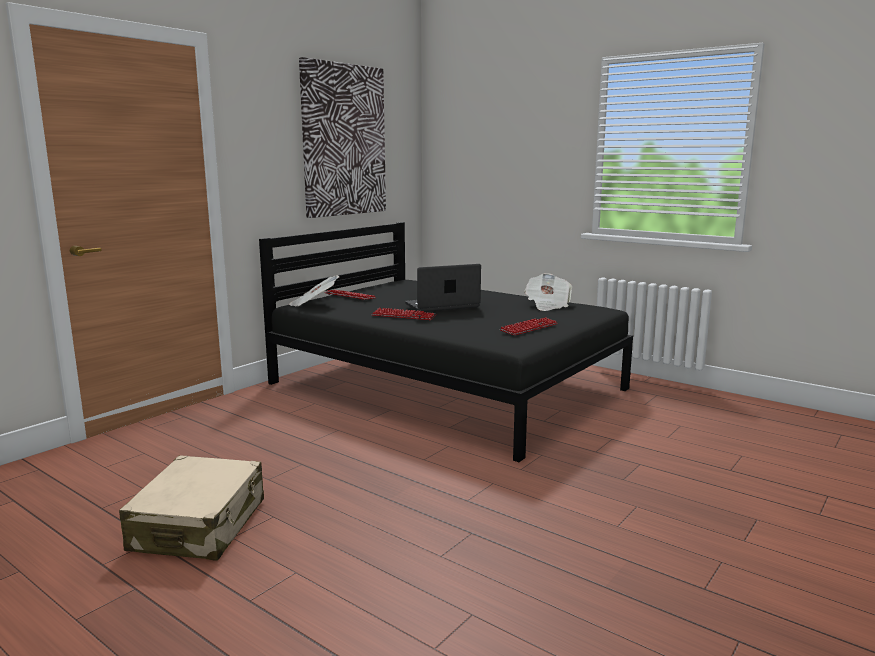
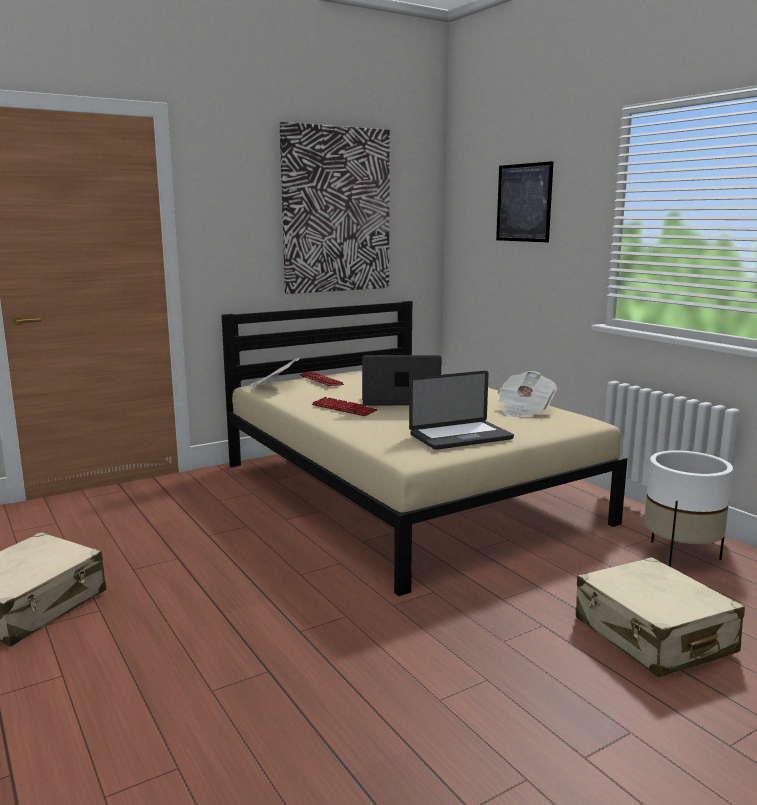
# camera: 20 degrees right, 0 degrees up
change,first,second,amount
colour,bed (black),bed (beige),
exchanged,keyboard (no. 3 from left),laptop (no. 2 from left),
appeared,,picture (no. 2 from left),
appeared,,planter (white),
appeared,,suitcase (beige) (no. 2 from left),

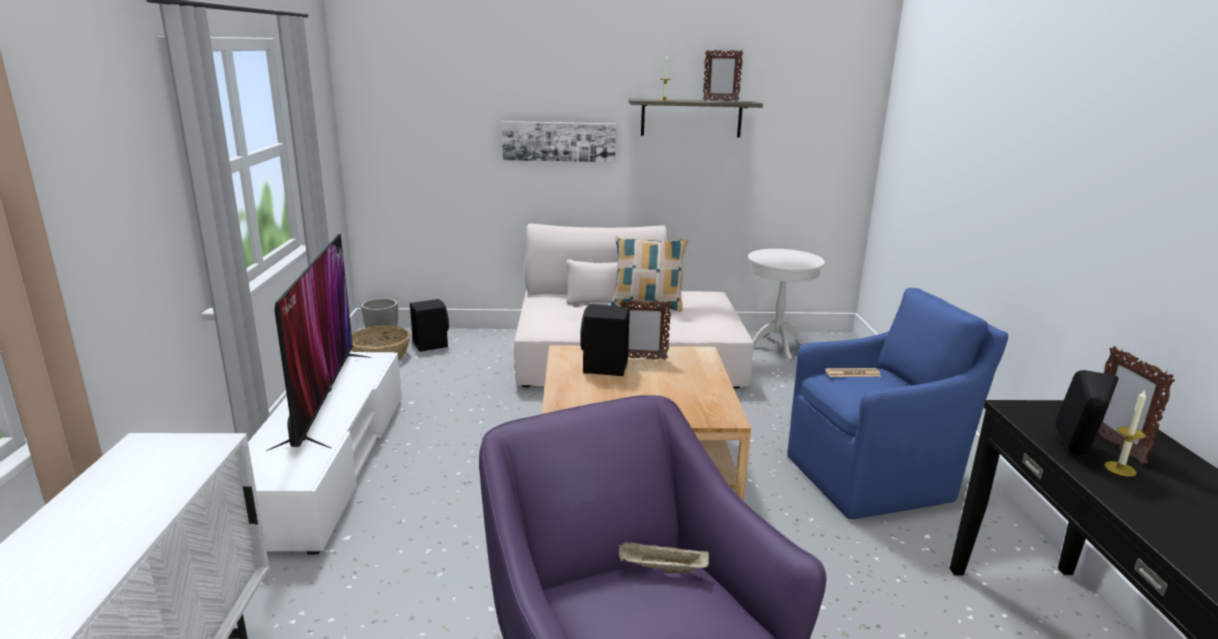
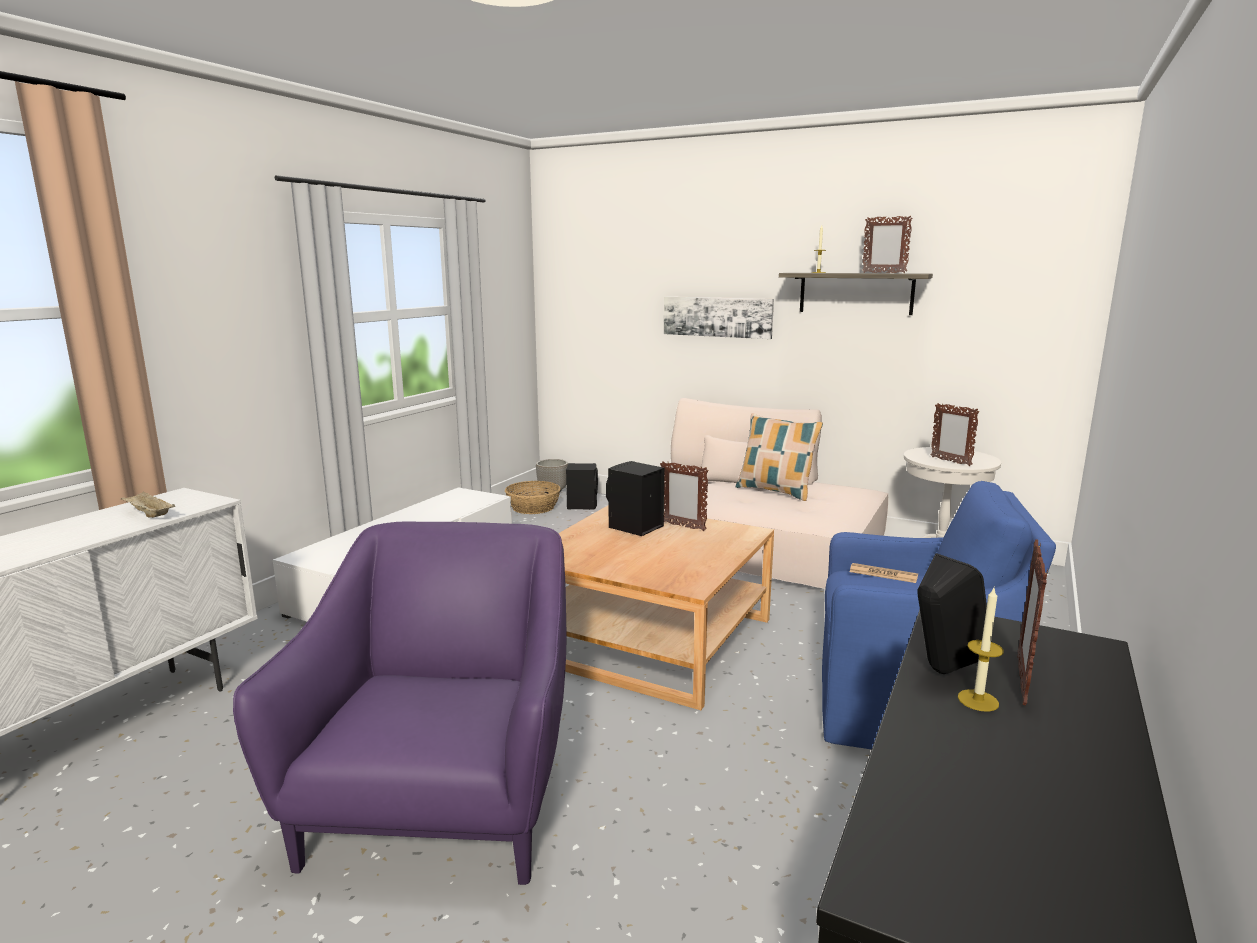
# camera: 30 degrees right, 5 degrees down
change,first,second,amount
missing,television,,
relocated,tray (beige),,
appeared,,picture frame (no. 3 from left),

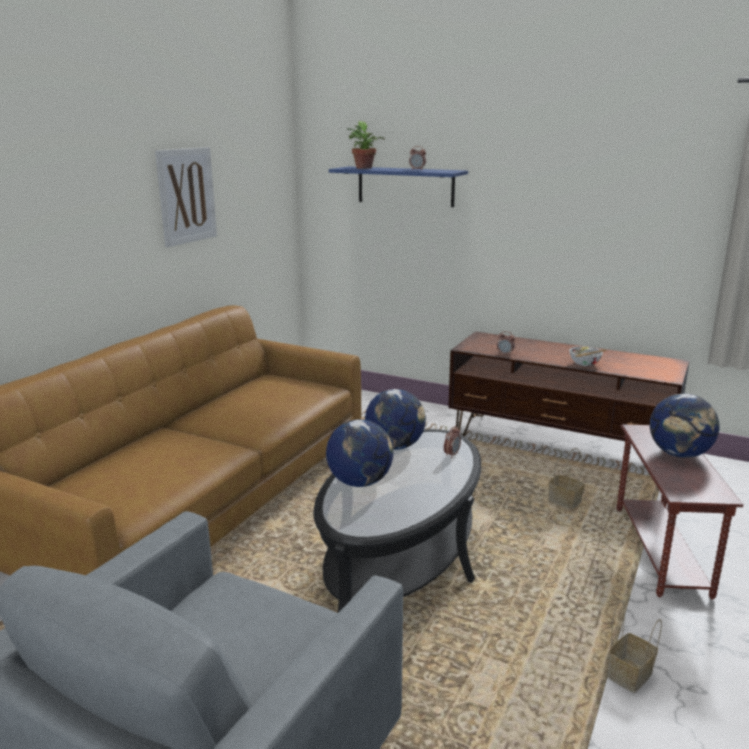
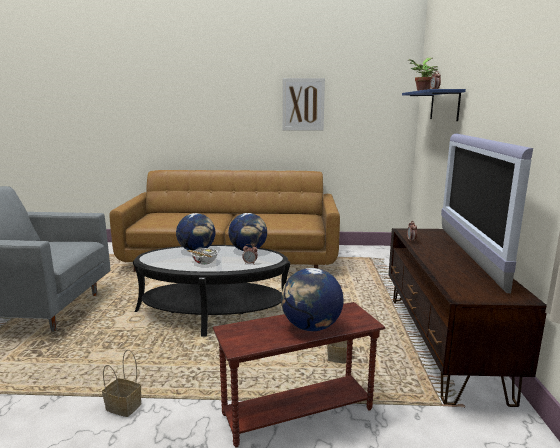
# camera: 65 degrees right, 5 degrees down
change,first,second,amount
relocated,bowl,,
appeared,,television,

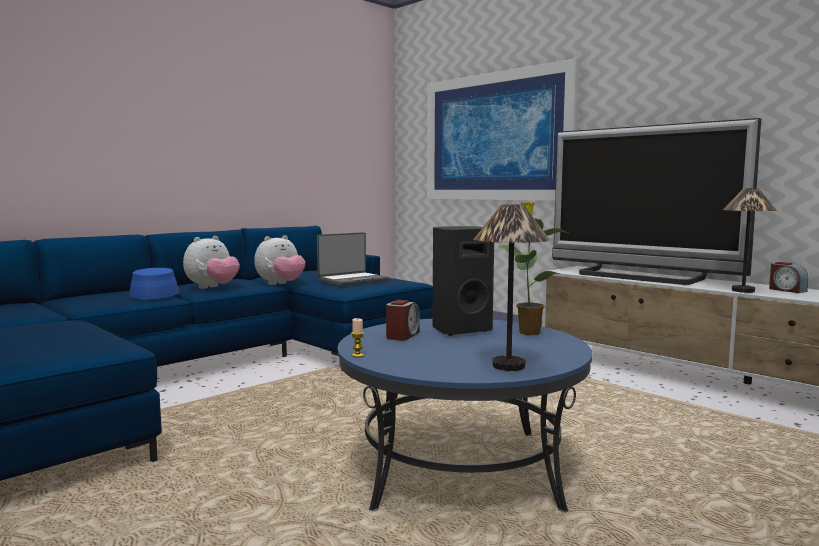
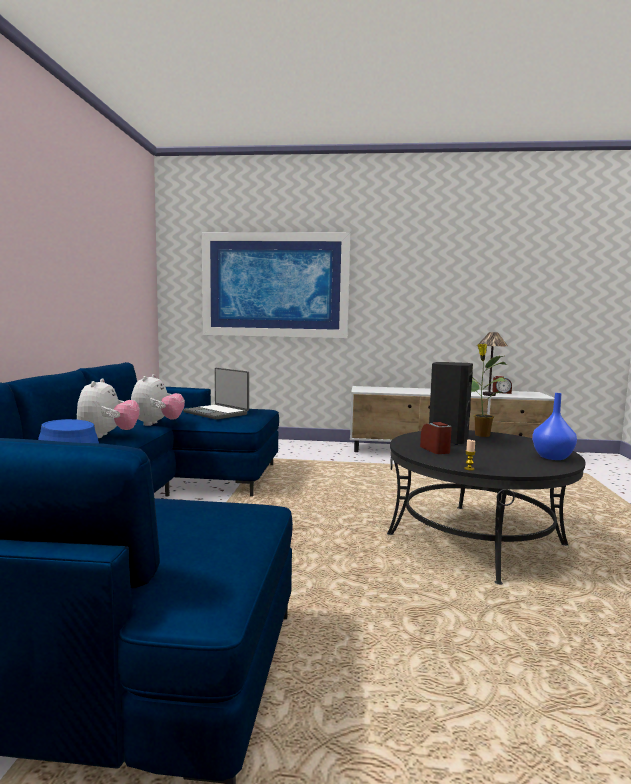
# camera: 40 degrees left, 0 degrees up
change,first,second,amount
missing,television,,
exchanged,table lamp (no. 1 from left),vase (blue),
spun,laptop,,120 degrees clockwise
colour,coffee table (blue),coffee table (black),

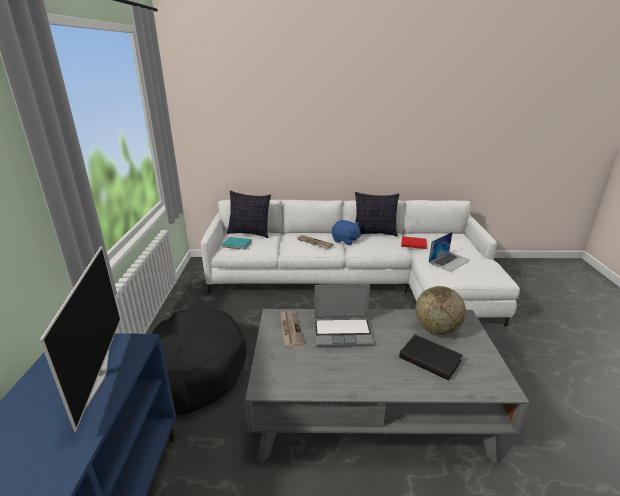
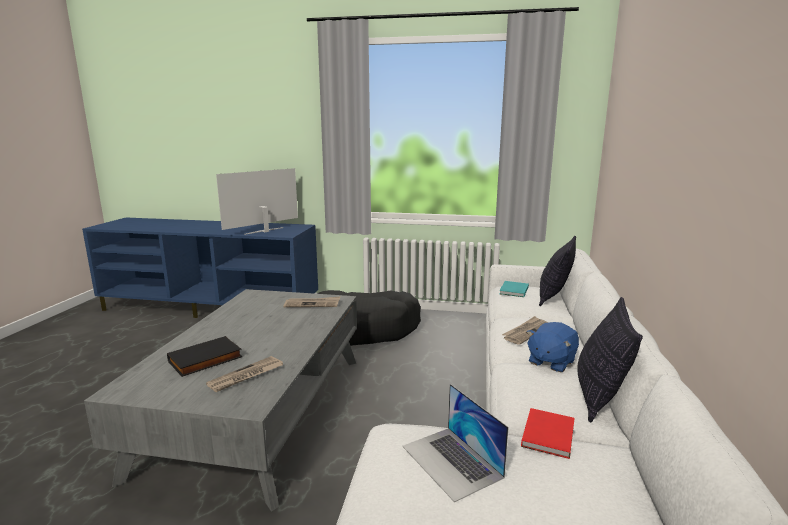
# camera: 100 degrees right, 10 degrees down
change,first,second,amount
spun,television,,135 degrees clockwise
missing,laptop (no. 1 from left),,
exchanged,globe,newspaper (no. 1 from left),

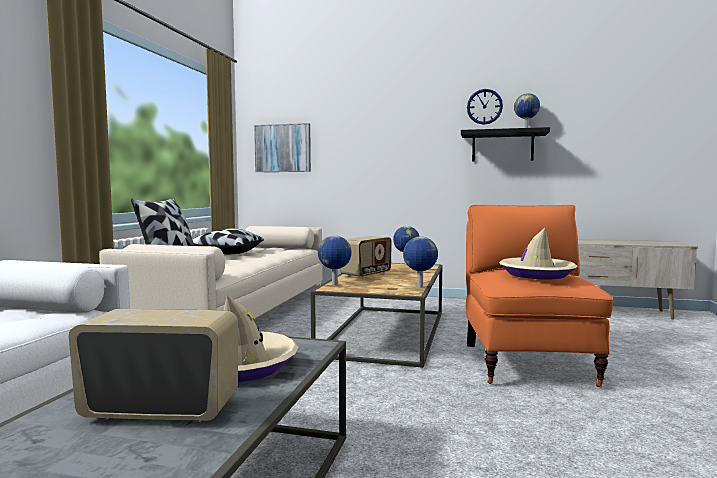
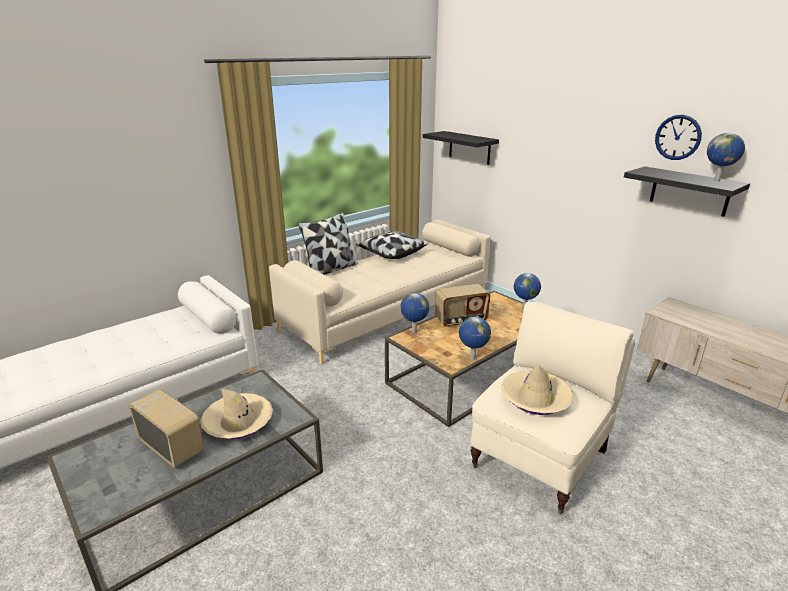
# camera: 35 degrees right, 20 degrees up
change,first,second,amount
exchanged,picture,shelf (black) (no. 1 from left),
colour,armchair (orange),armchair (beige),

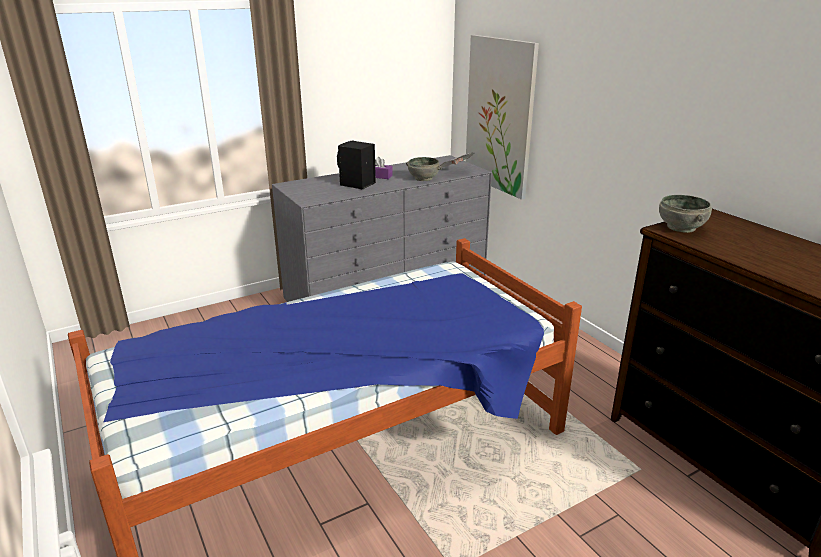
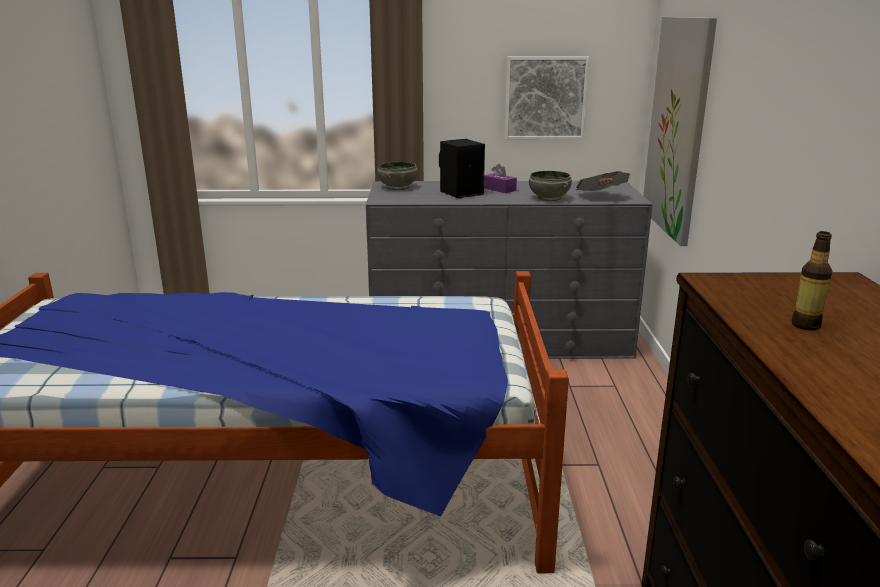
# camera: 30 degrees right, 5 degrees down
change,first,second,amount
relocated,bowl (grey) (no. 2 from left in the first image),bowl (grey) (no. 1 from left),
appeared,,picture (no. 1 from left),
appeared,,bottle,

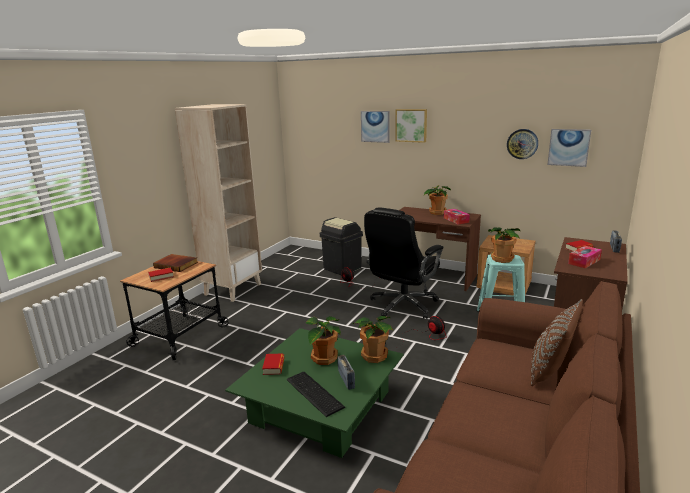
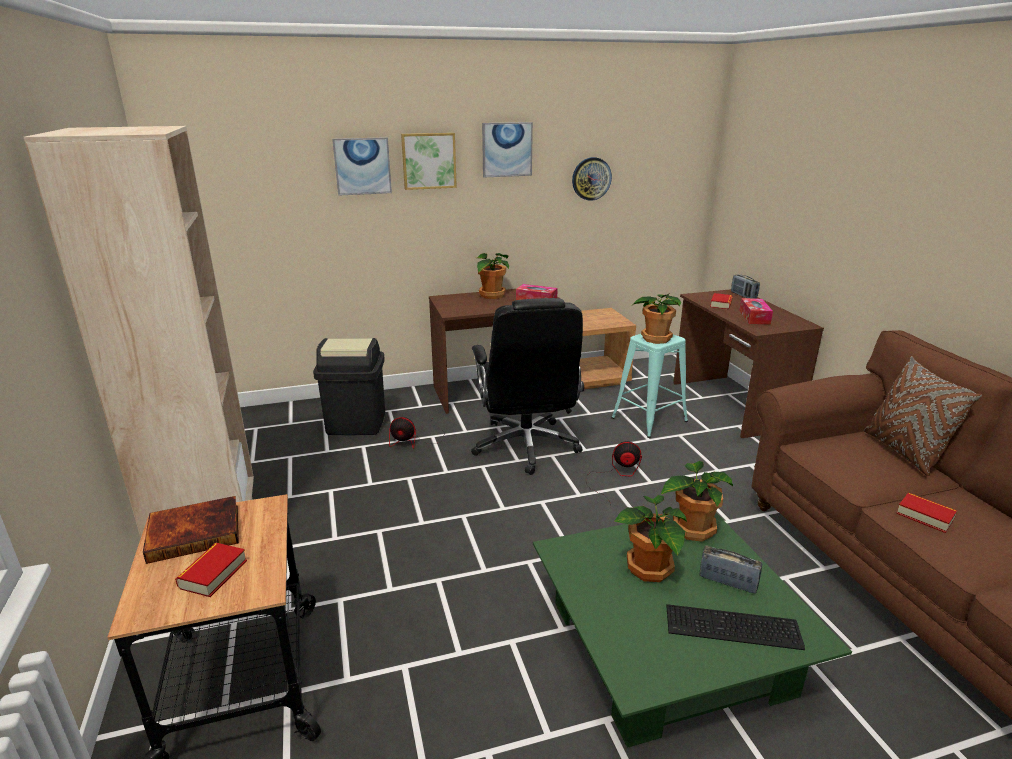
# camera: 45 degrees left, 5 degrees up
change,first,second,amount
relocated,picture (no. 3 from left),,
relocated,book (no. 3 from left in the first image),book (no. 4 from left),

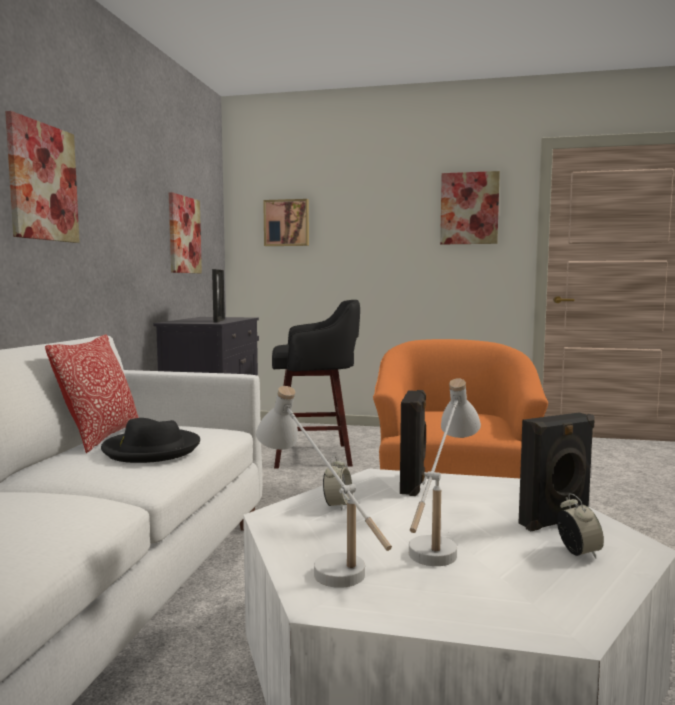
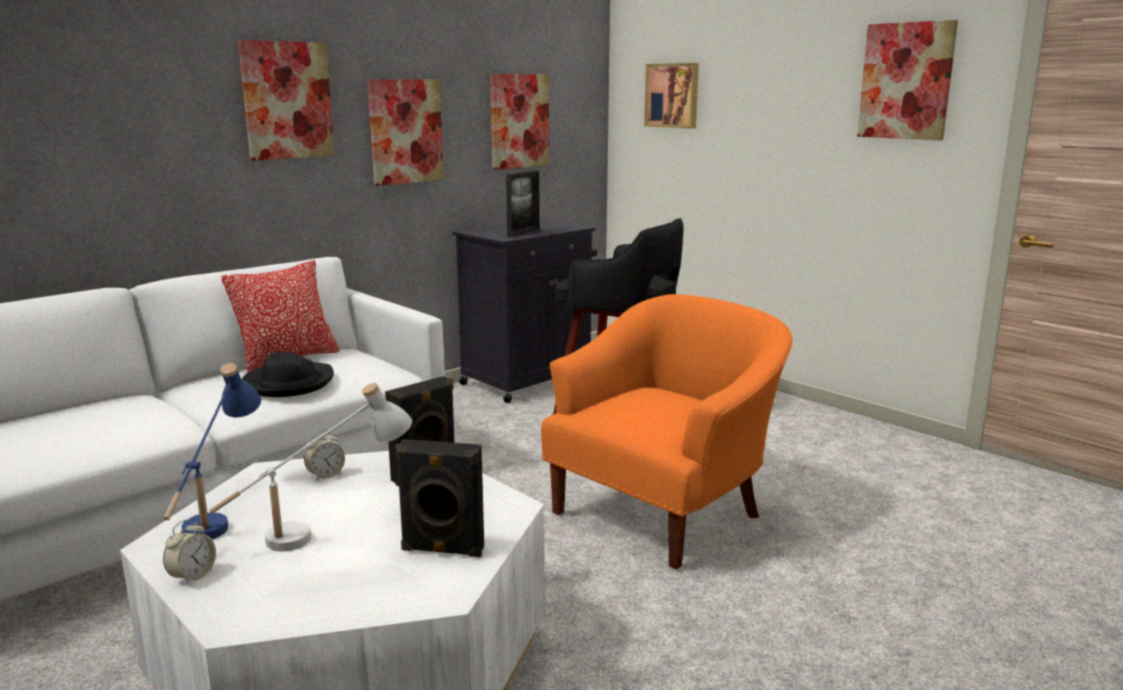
# camera: 35 degrees right, 10 degrees up
change,first,second,amount
colour,table lamp (white) (no. 1 from left),table lamp (blue),
relocated,alarm clock (no. 2 from left in the first image),alarm clock (no. 1 from left),
appeared,,picture (no. 2 from left),

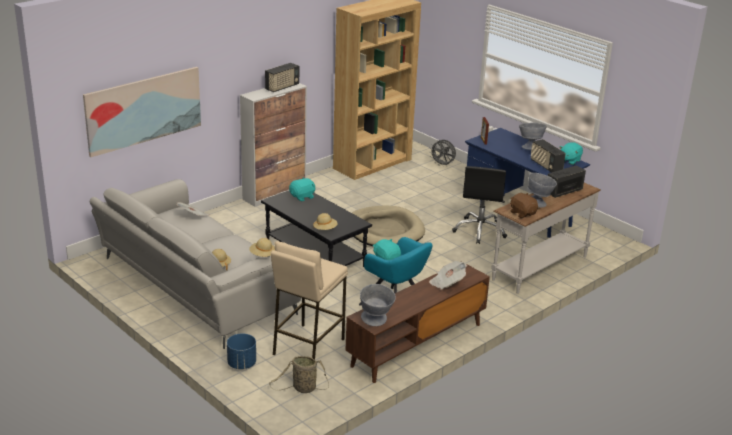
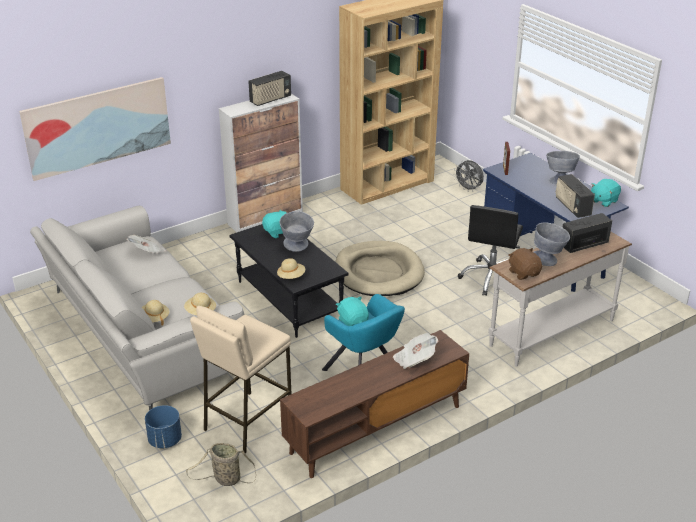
# camera: 10 degrees right, 5 degrees up
change,first,second,amount
relocated,bowl (grey) (no. 1 from left),,

